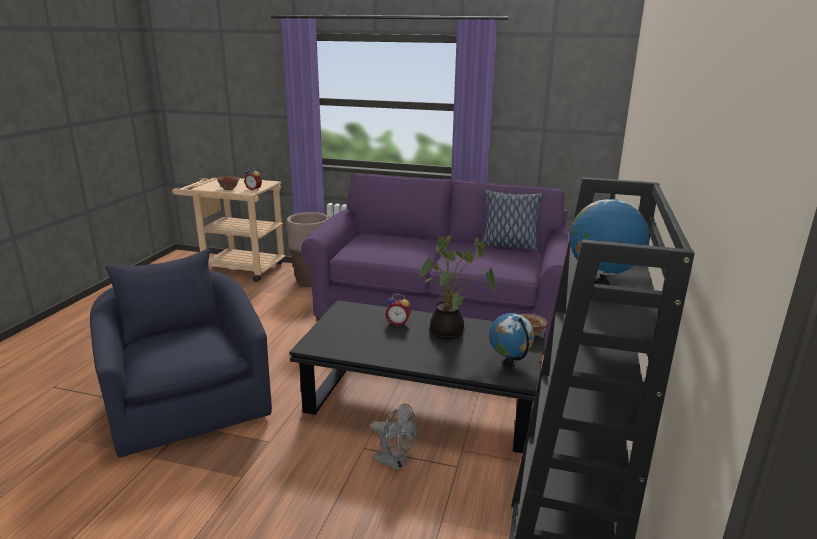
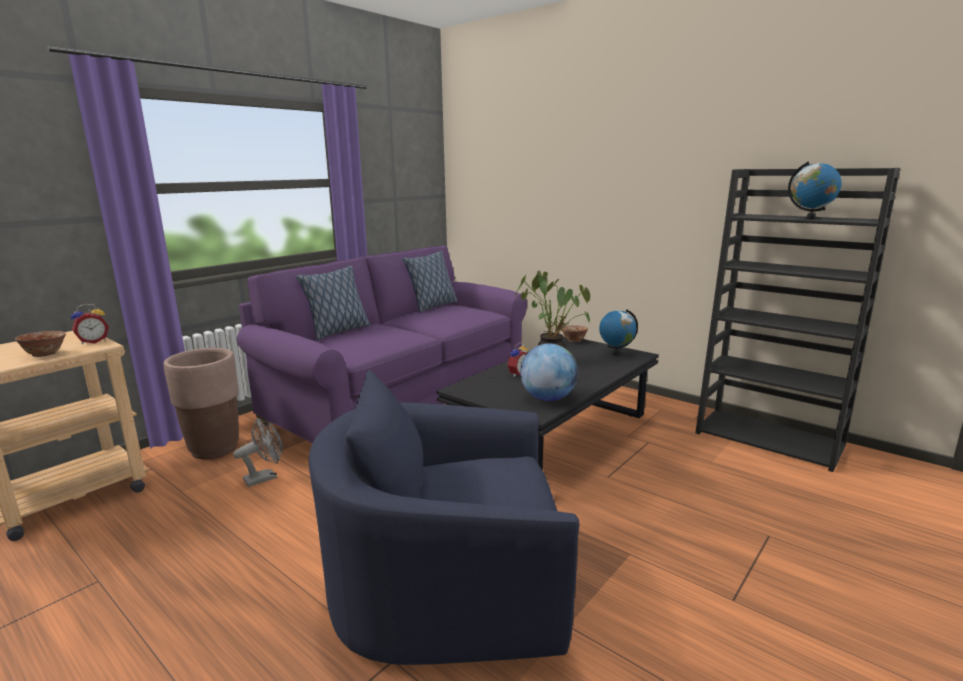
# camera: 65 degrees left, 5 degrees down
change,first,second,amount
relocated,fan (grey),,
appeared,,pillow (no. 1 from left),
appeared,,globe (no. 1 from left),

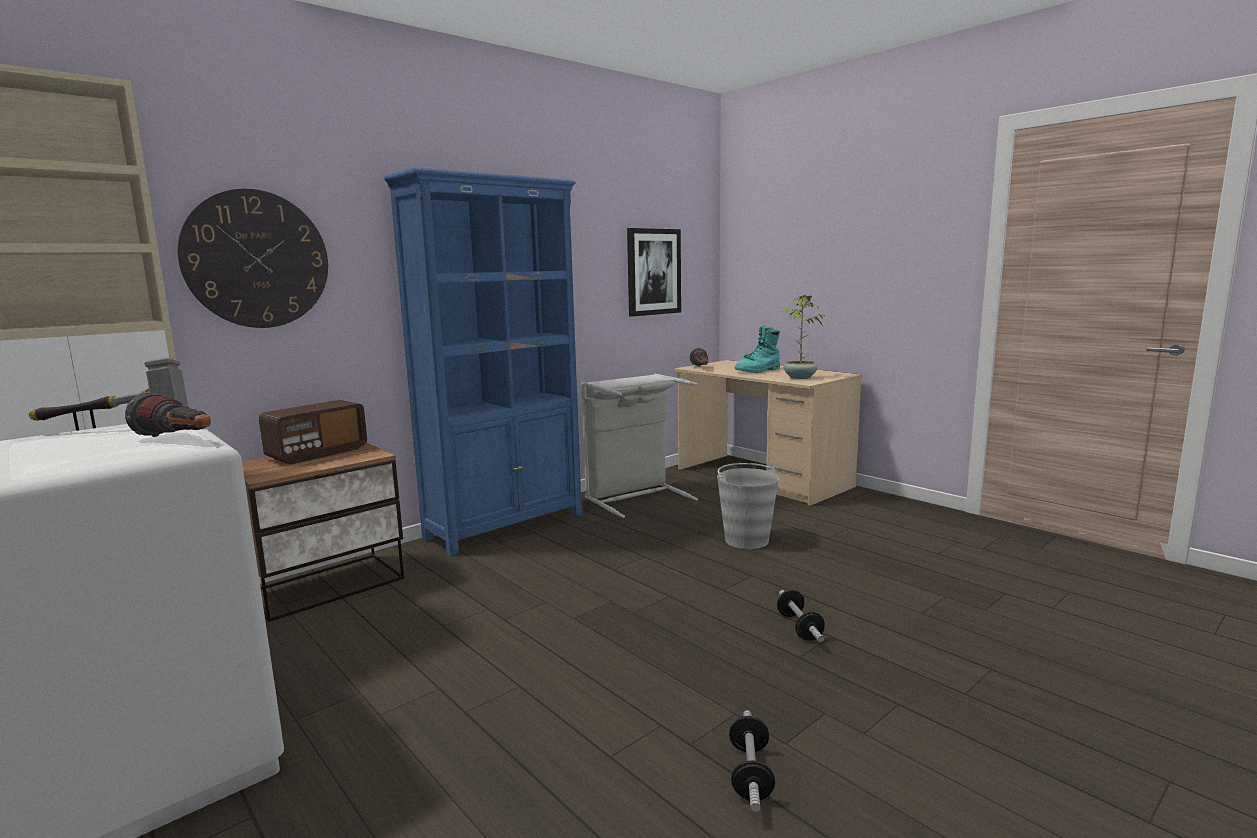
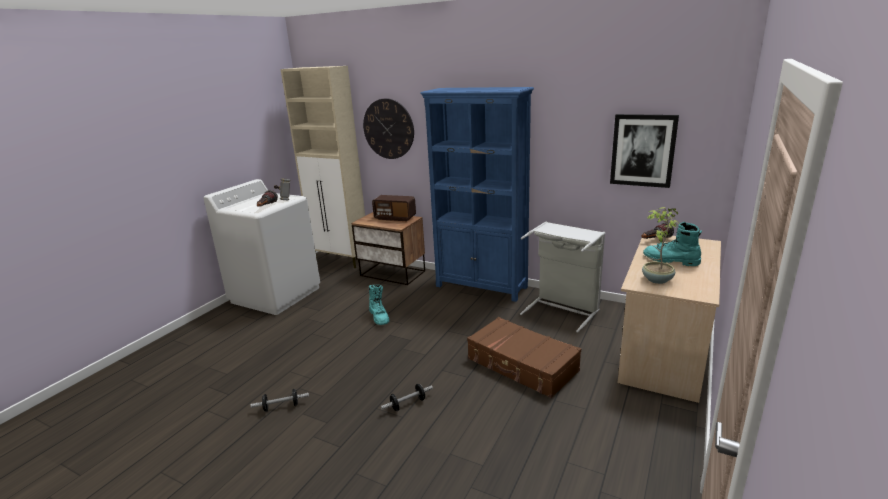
# camera: 70 degrees right, 10 degrees up
change,first,second,amount
exchanged,bucket (grey),suitcase (brown),
appeared,,boot (turquoise) (no. 1 from left),

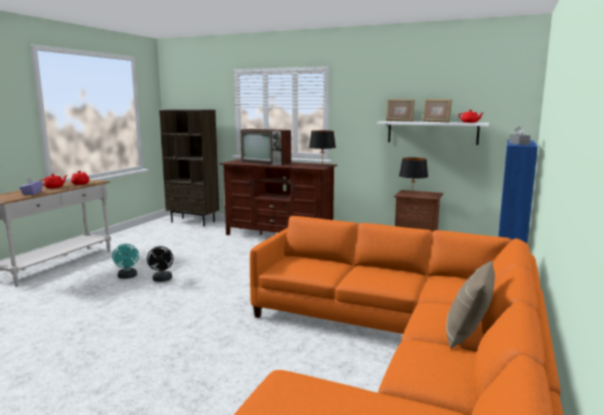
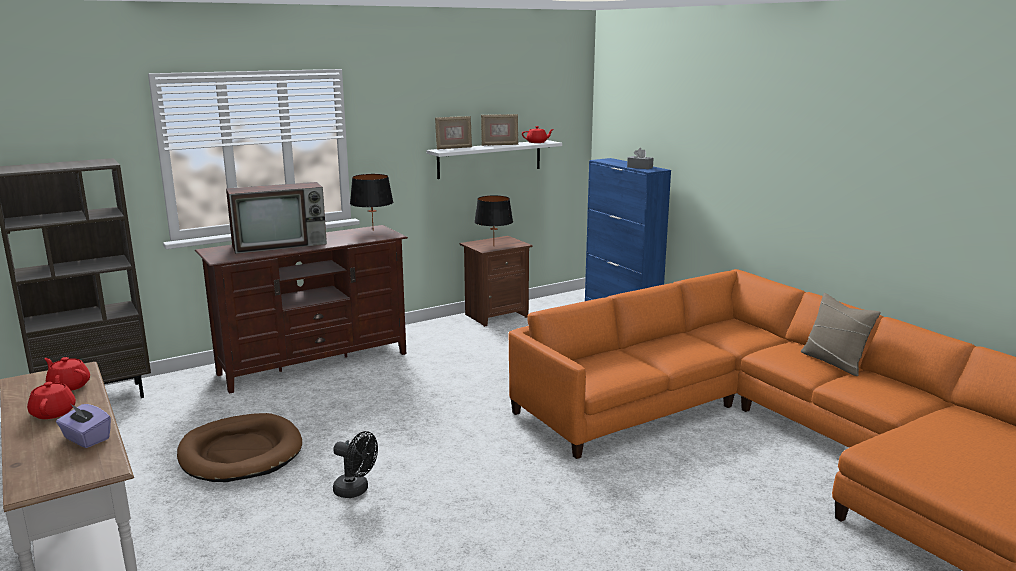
# camera: 55 degrees left, 5 degrees up
change,first,second,amount
missing,fan (turquoise),,
appeared,,dog bed (brown),

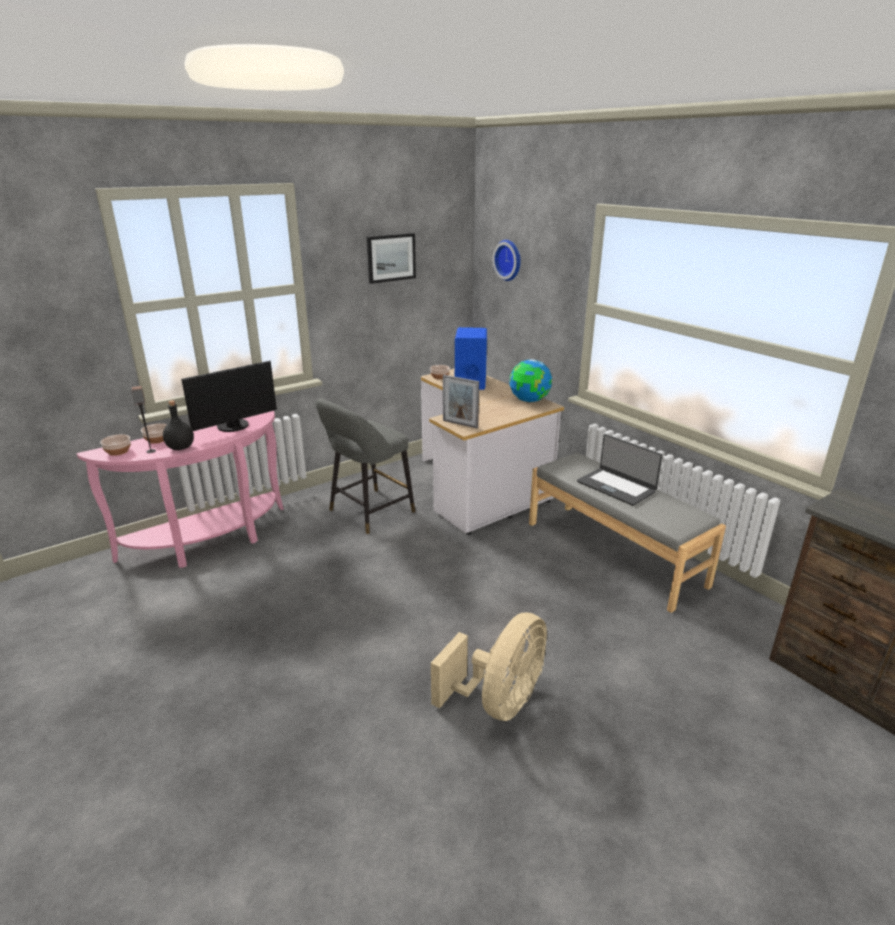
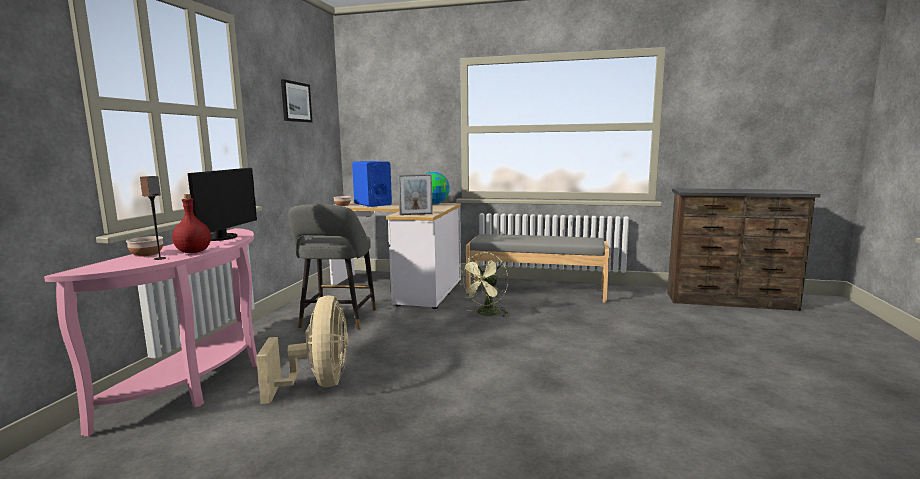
# camera: 40 degrees left, 15 degrees down
change,first,second,amount
missing,wall clock,,
colour,bottle (black),bottle (red),
missing,bowl (no. 1 from left),,
missing,laptop,,
relocated,fan (beige),,
appeared,,fan (green),

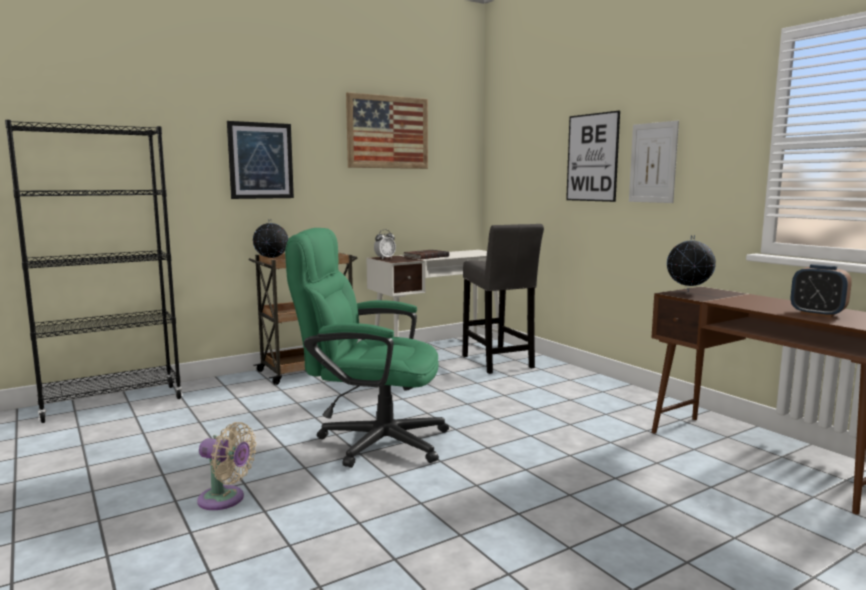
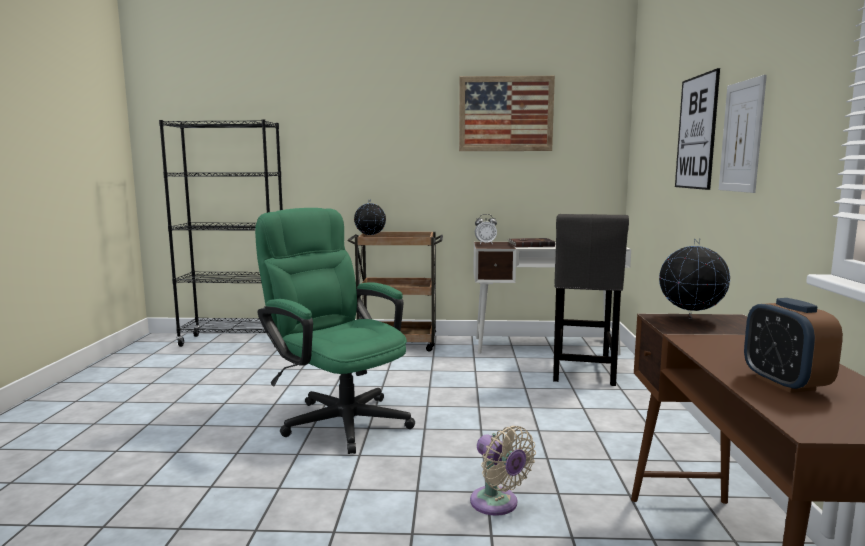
# camera: 35 degrees right, 0 degrees up
change,first,second,amount
missing,picture (no. 1 from left),,
relocated,fan (beige),,

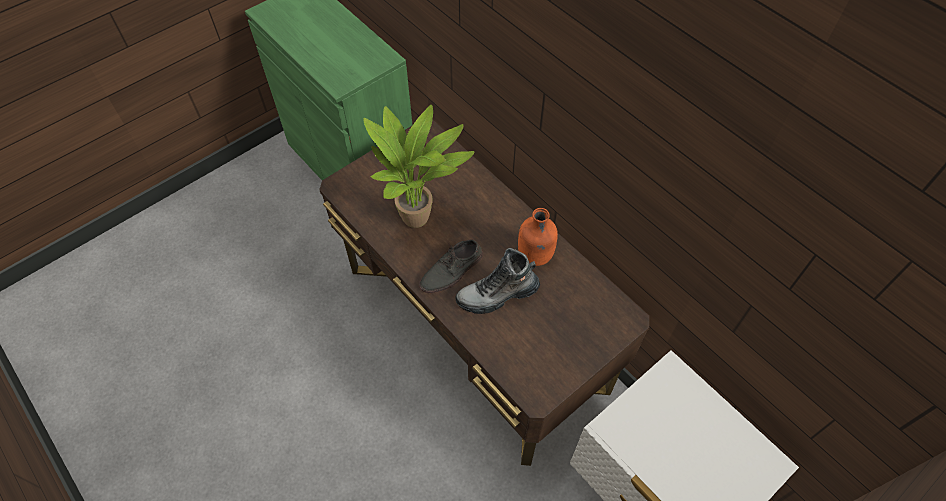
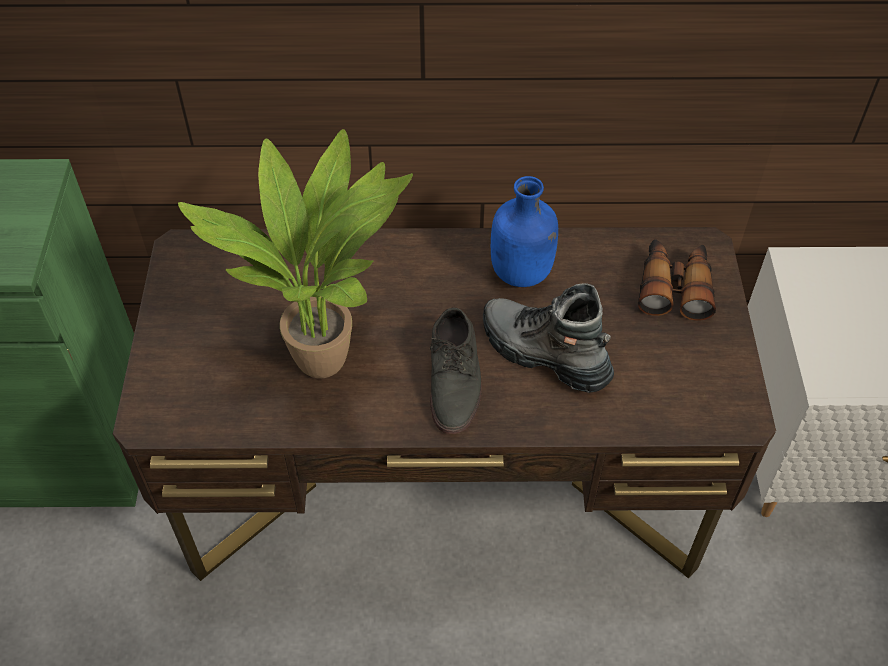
# camera: 50 degrees left, 5 degrees down
change,first,second,amount
colour,bottle (orange),bottle (blue),
spun,boot,,105 degrees clockwise
appeared,,binoculars,

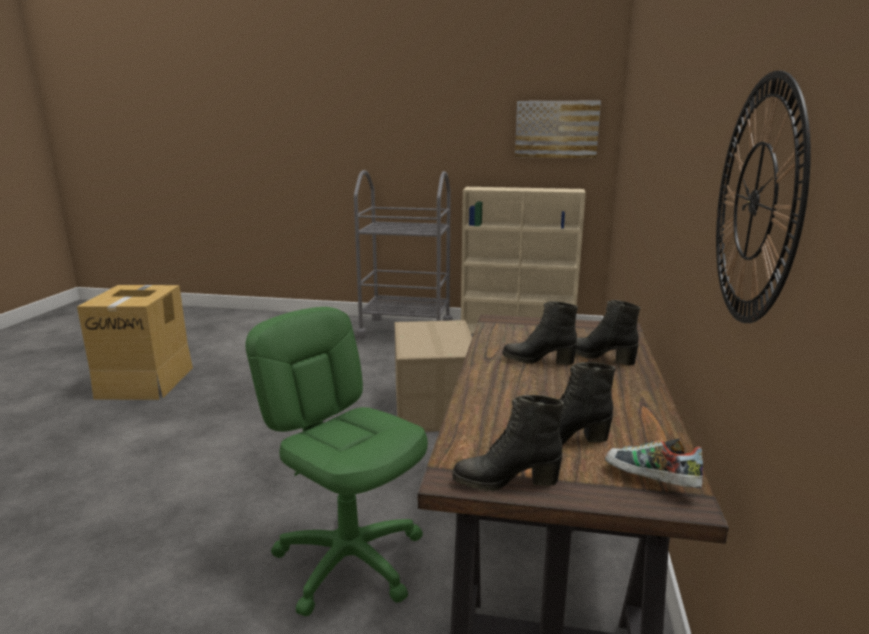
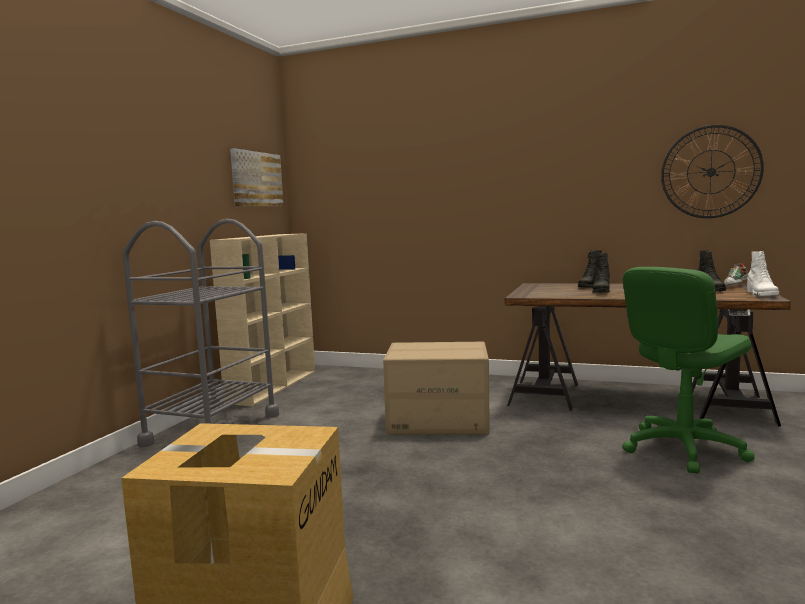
# camera: 80 degrees left, 10 degrees down
change,first,second,amount
colour,boot (black) (no. 1 from left),boot (white),

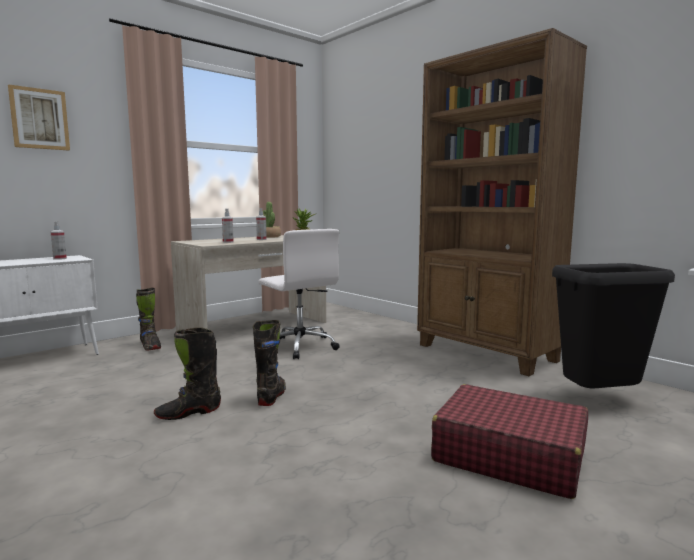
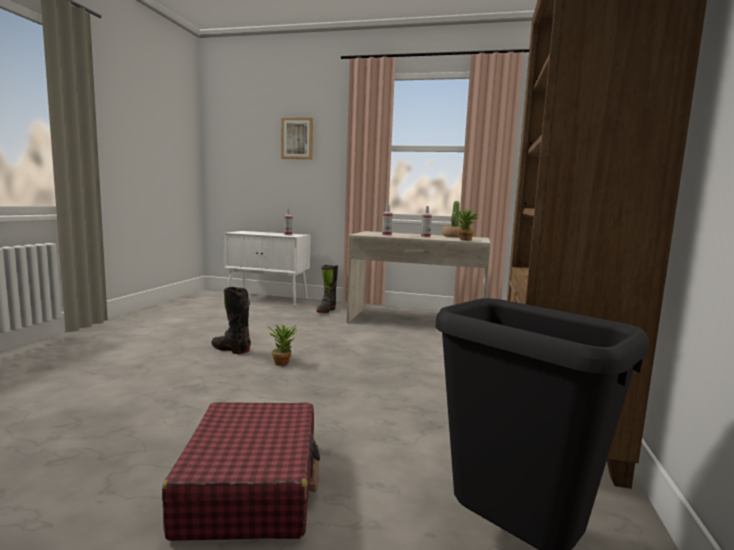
# camera: 55 degrees right, 0 degrees up
change,first,second,amount
missing,office chair (white),,
exchanged,boot (black) (no. 3 from left),potted plant (no. 1 from left),

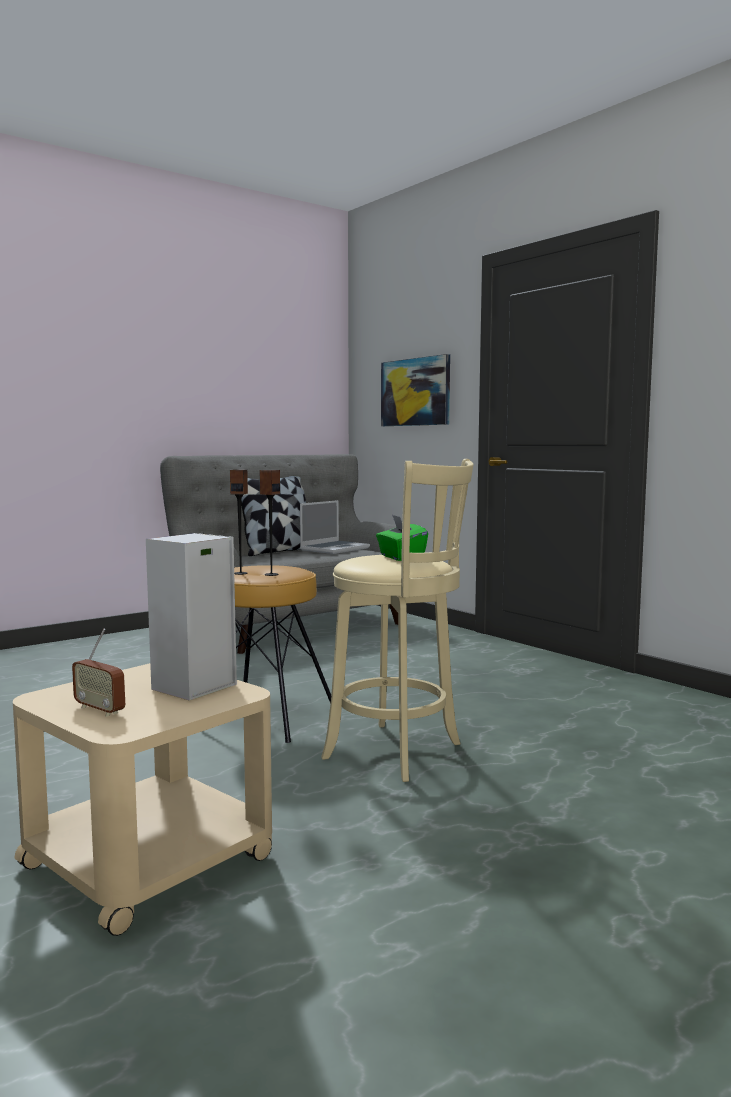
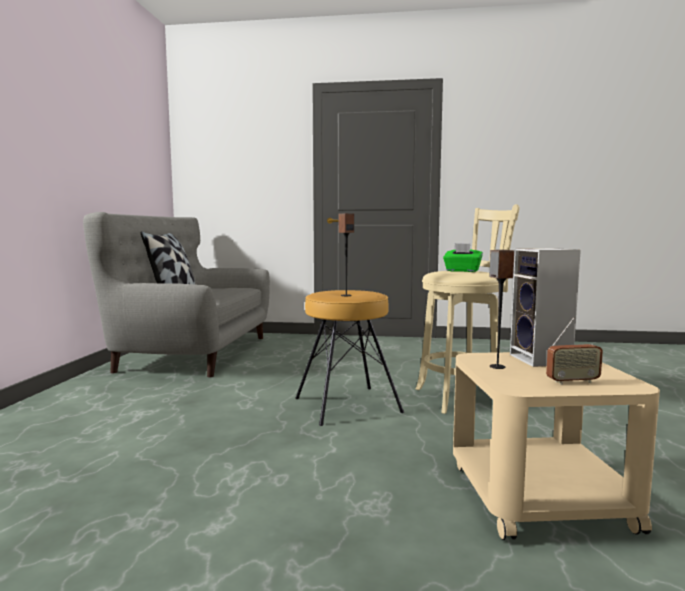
# camera: 45 degrees left, 0 degrees up
change,first,second,amount
missing,picture,,
relocated,speaker (no. 3 from left in the first image),speaker (no. 2 from left),
missing,laptop,,

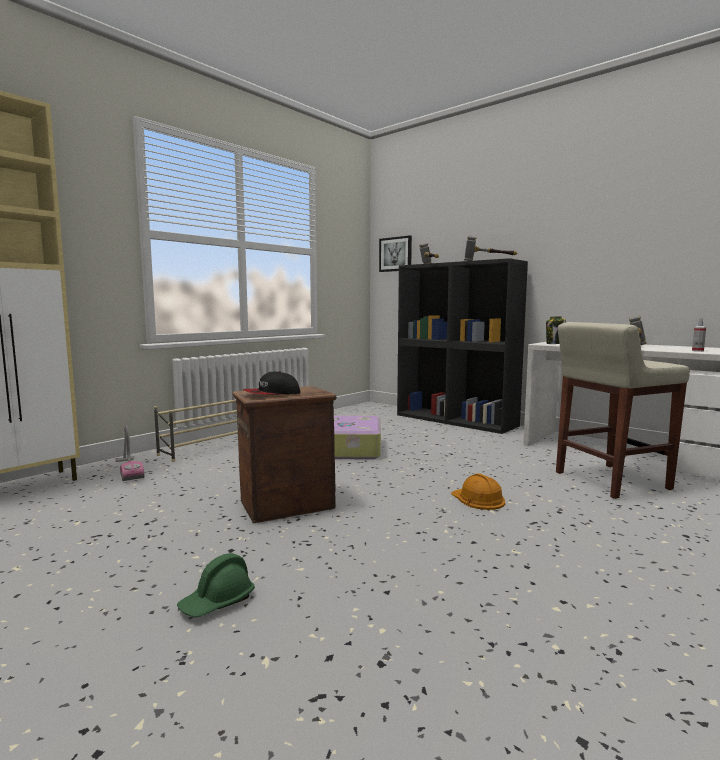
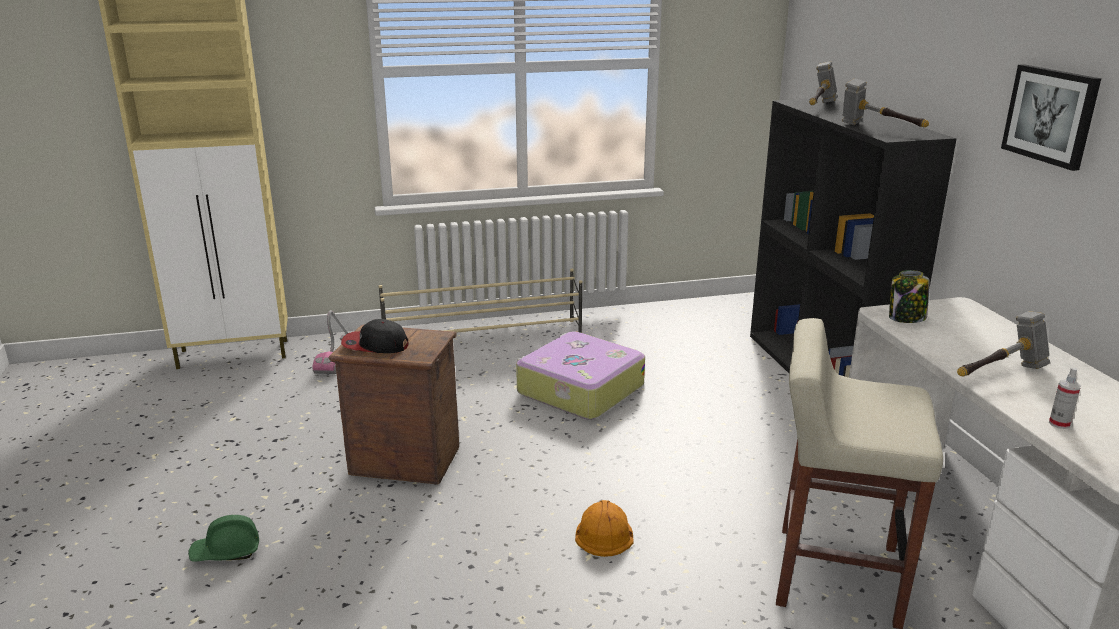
# camera: 35 degrees right, 15 degrees up
change,first,second,amount
relocated,picture,,

